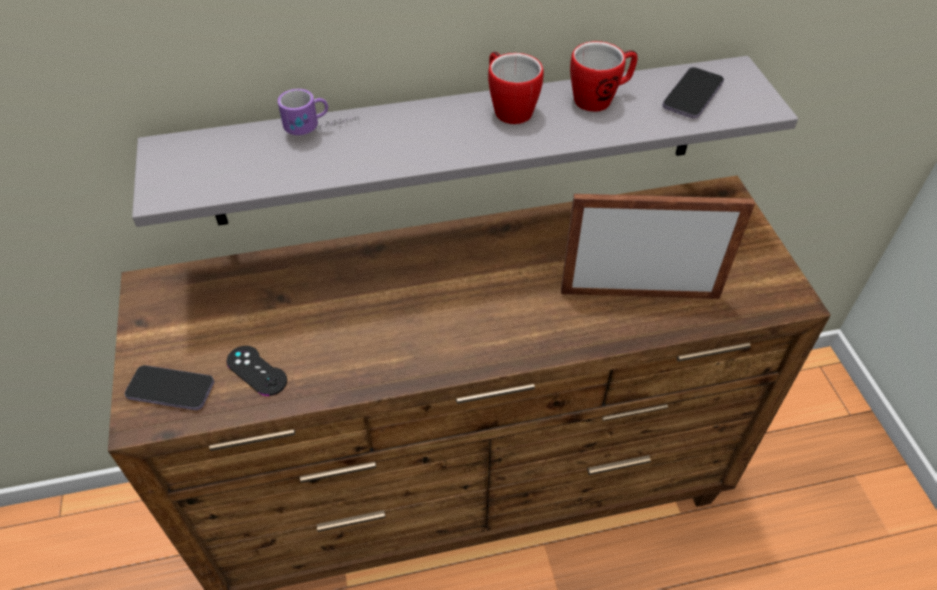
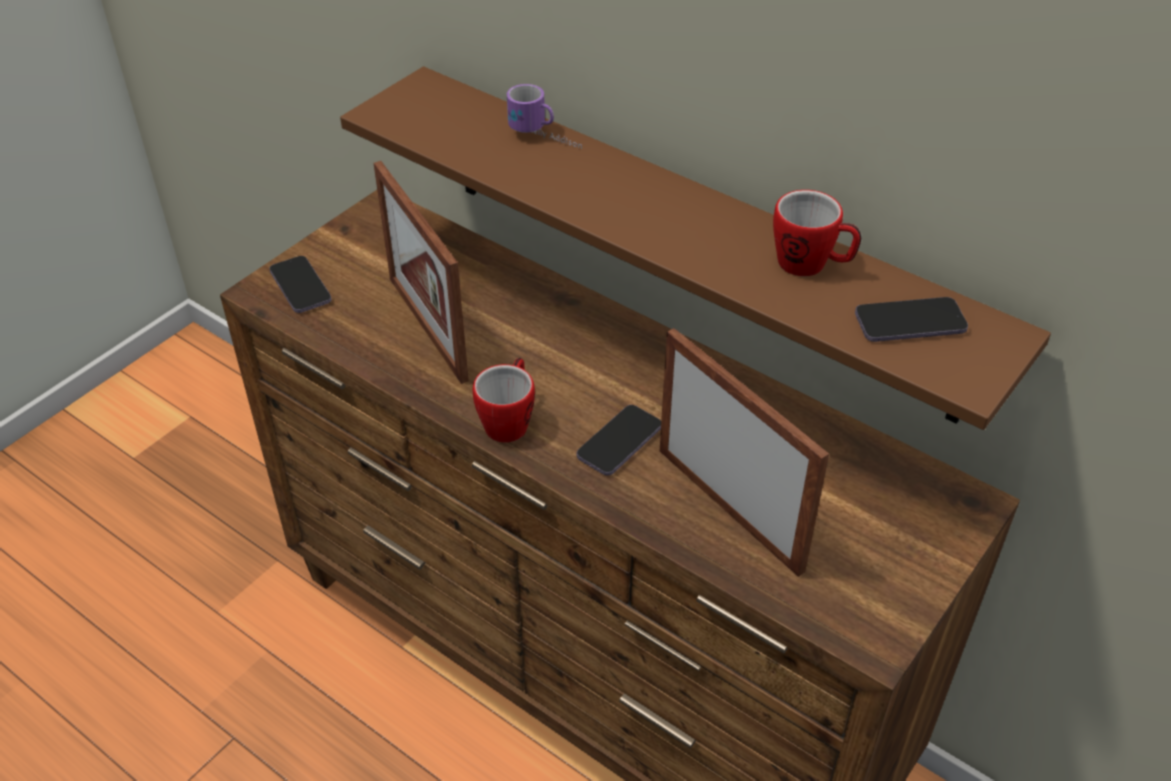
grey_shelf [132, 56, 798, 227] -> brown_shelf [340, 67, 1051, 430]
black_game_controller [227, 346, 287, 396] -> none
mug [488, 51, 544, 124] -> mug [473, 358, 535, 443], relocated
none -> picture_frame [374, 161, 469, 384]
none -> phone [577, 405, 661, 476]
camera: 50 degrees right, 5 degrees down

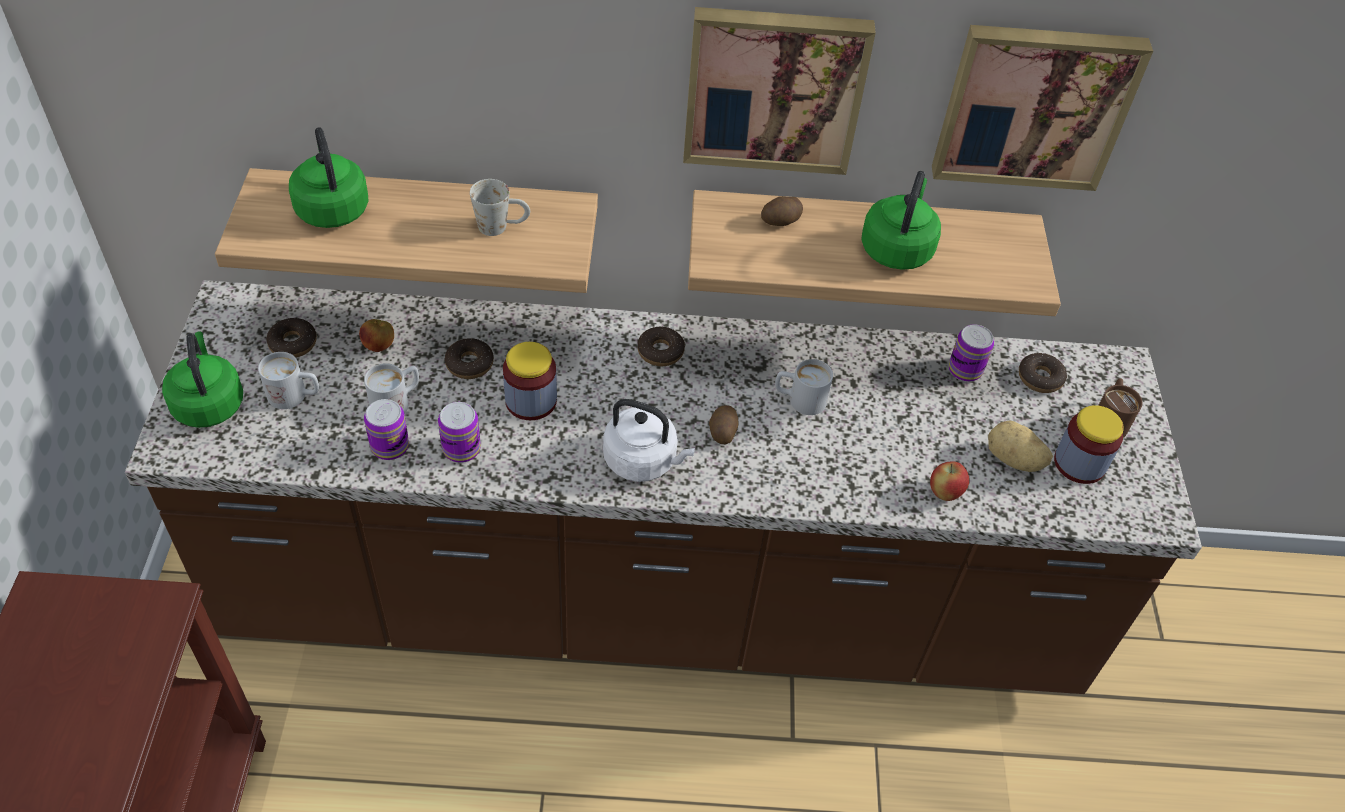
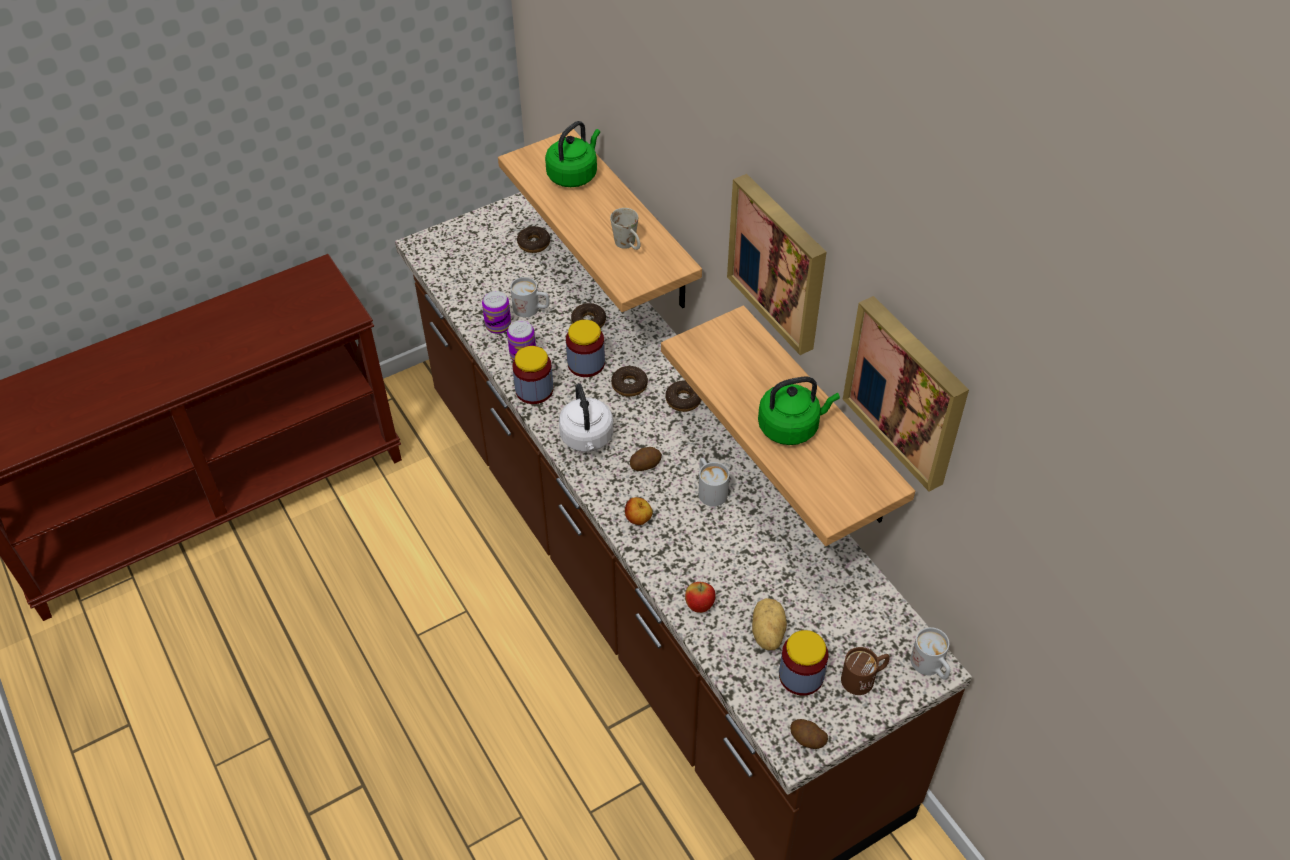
green_kettle [162, 331, 243, 428] -> none
white_mug [258, 352, 319, 409] -> white_mug [910, 627, 950, 680], relocated
apple [359, 319, 394, 352] -> apple [625, 497, 652, 525], relocated
potato [761, 196, 803, 226] -> potato [790, 719, 828, 749], relocated
can [949, 324, 994, 382] -> none
donut [1019, 353, 1067, 393] -> donut [611, 366, 648, 397], relocated
none -> jar [512, 346, 553, 404]
camera: 60 degrees right, 0 degrees up

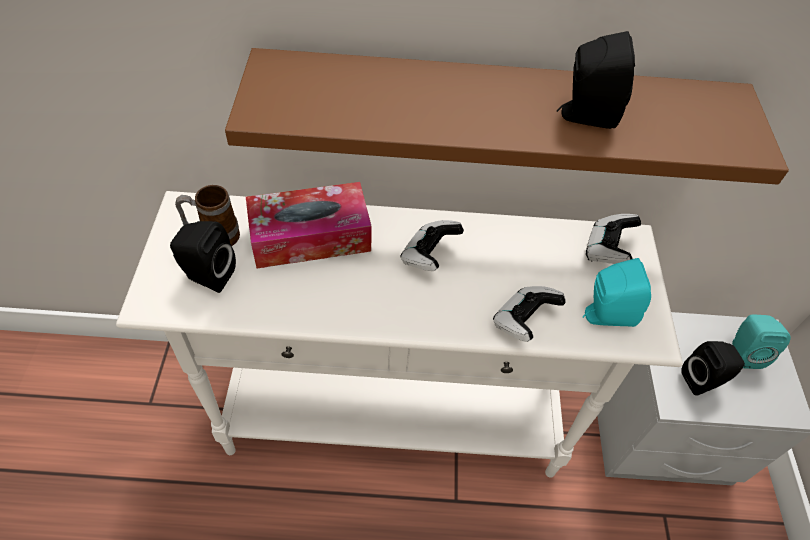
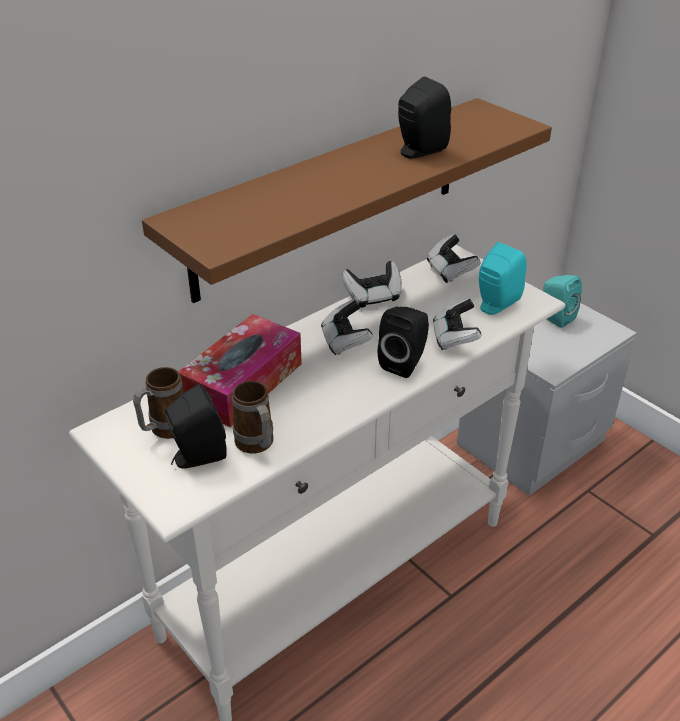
black_speaker [681, 341, 745, 396] -> black_speaker [378, 307, 429, 378], relocated
none -> mug [232, 381, 273, 453]
none -> game_controller [341, 261, 402, 308]
camera: 40 degrees left, 15 degrees down

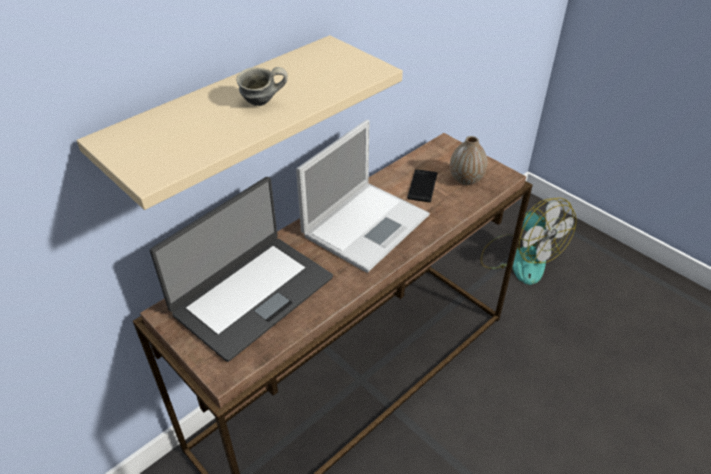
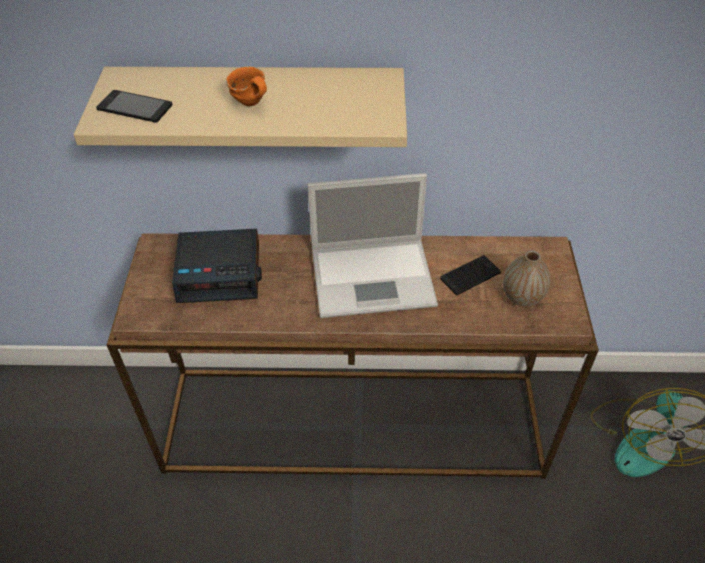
laptop [150, 177, 333, 362] -> alarm_clock [172, 229, 262, 303]
grey_mug [236, 67, 288, 106] -> orange_mug [226, 66, 267, 106]
none -> phone [96, 90, 173, 123]
camera: 45 degrees right, 5 degrees up

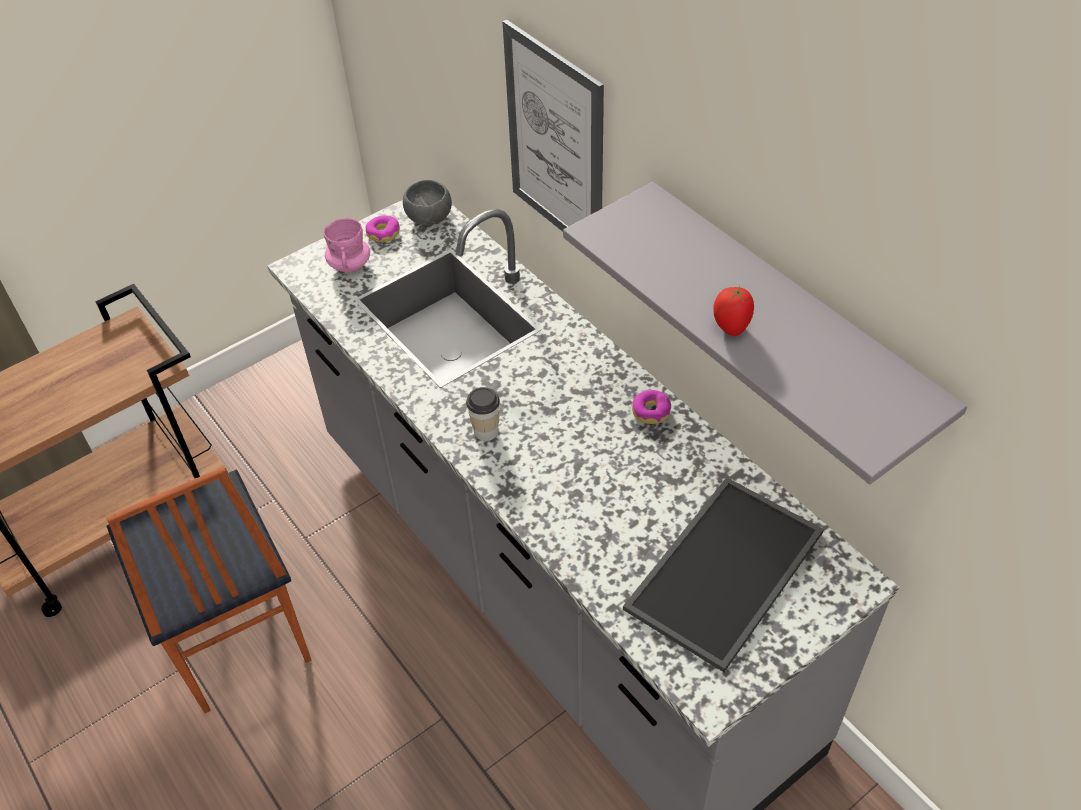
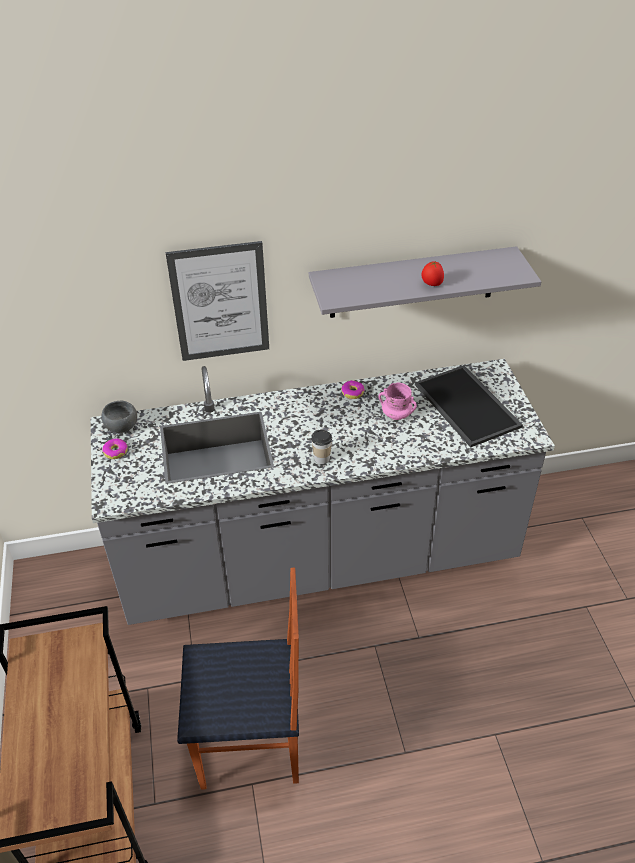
pink_mug [324, 218, 370, 273] -> pink_mug [379, 382, 417, 420], relocated
camera: 65 degrees left, 5 degrees down

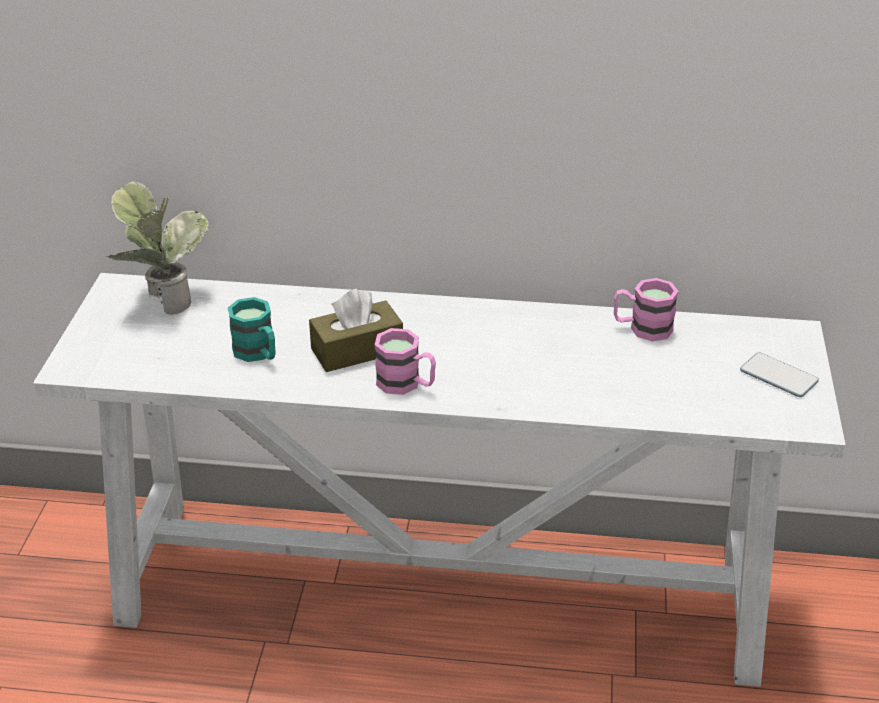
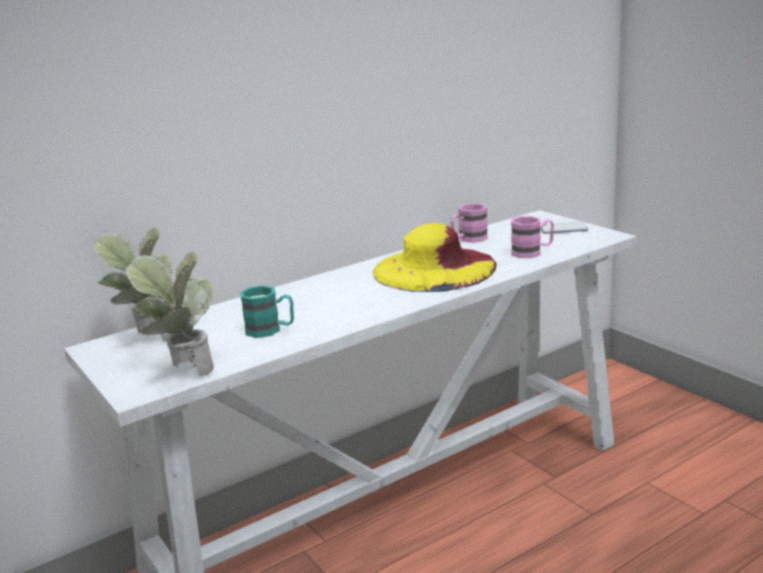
brown_tissue_box [309, 289, 403, 372] -> none
pink_mug [375, 328, 436, 395] -> pink_mug [511, 216, 554, 258], relocated
none -> potted_plant [125, 252, 214, 376]
none -> yellow_hat [373, 223, 496, 292]
camera: 40 degrees left, 15 degrees down

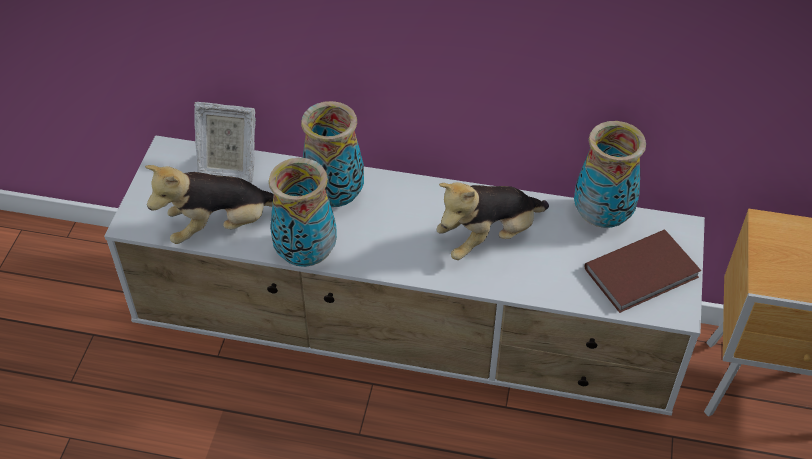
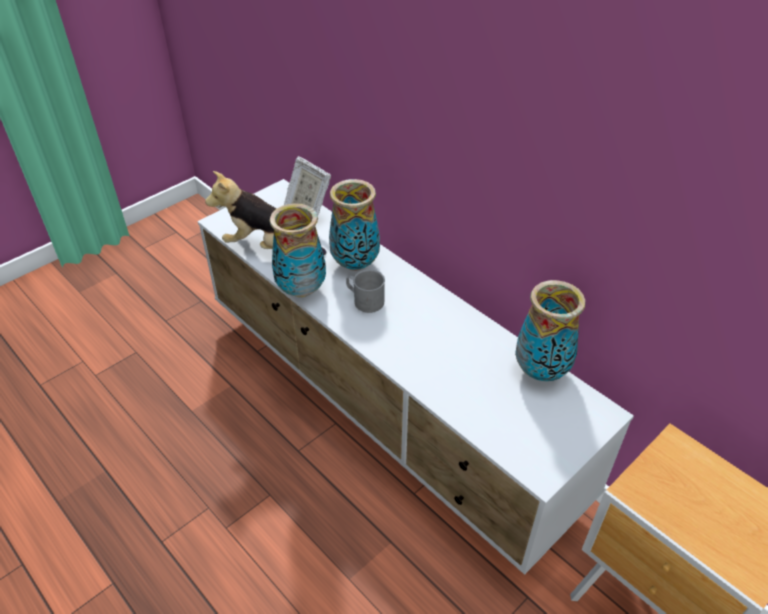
plush_toy [437, 182, 549, 260] -> none
brown_book [585, 229, 701, 313] -> none
none -> grey_mug [346, 270, 385, 313]
camera: 35 degrees right, 5 degrees down

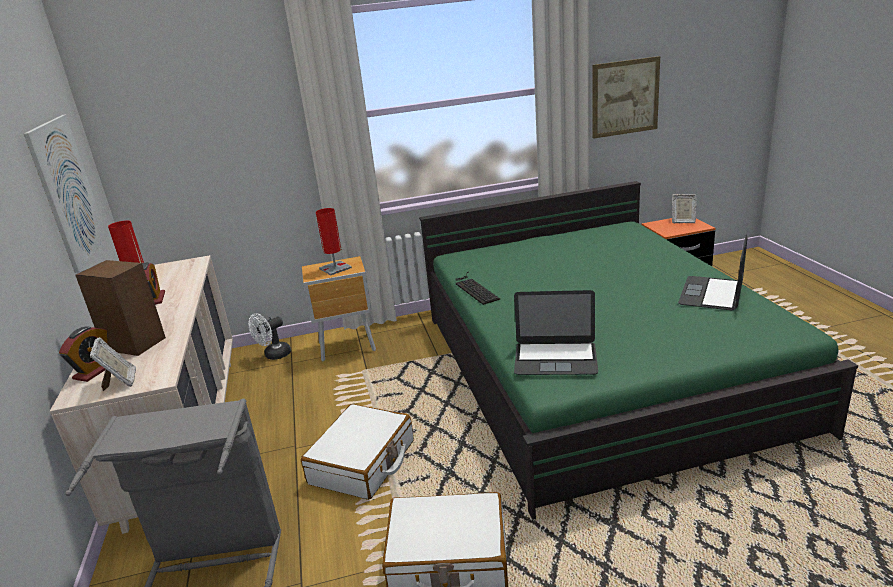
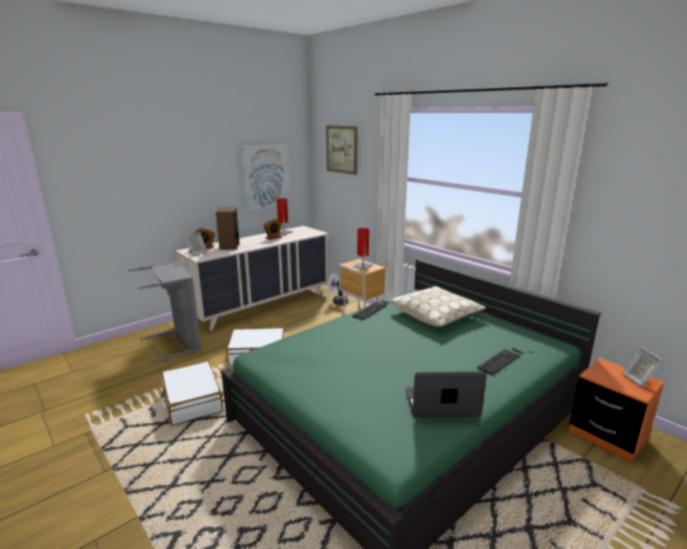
laptop [514, 290, 598, 375] -> none
picture [593, 56, 660, 138] -> picture [326, 125, 358, 175], relocated
none -> beige_pillow [389, 286, 486, 327]
none -> keyboard [477, 348, 533, 376]
camera: 60 degrees right, 5 degrees down

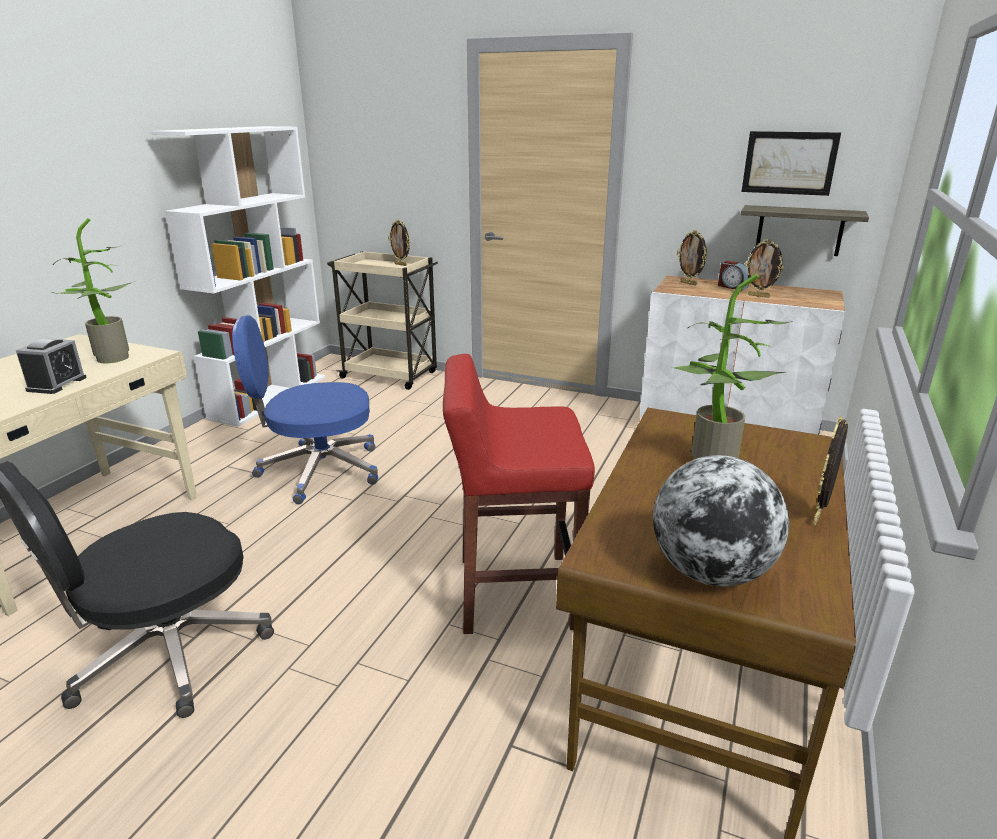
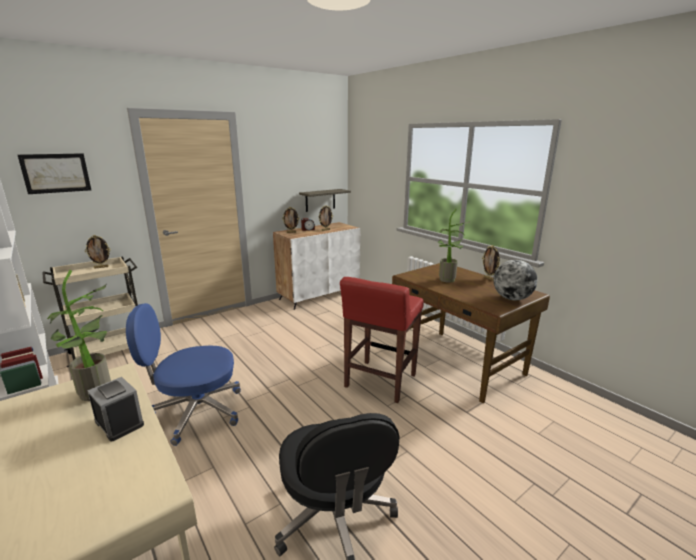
blue_office_chair [232, 315, 378, 504] -> blue_office_chair [126, 303, 241, 446], 60 degrees clockwise
picture [741, 131, 841, 196] -> picture [18, 153, 91, 194], relocated
camera: 60 degrees left, 5 degrees down

